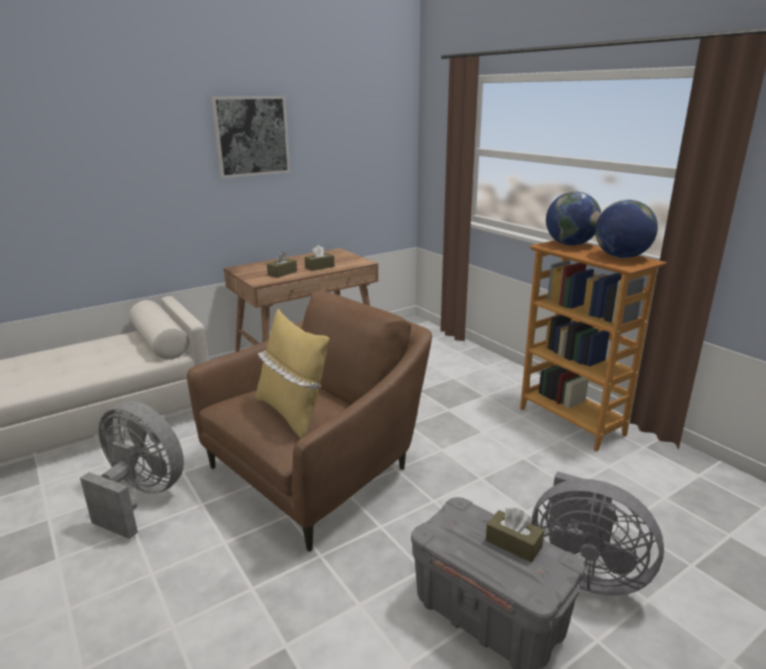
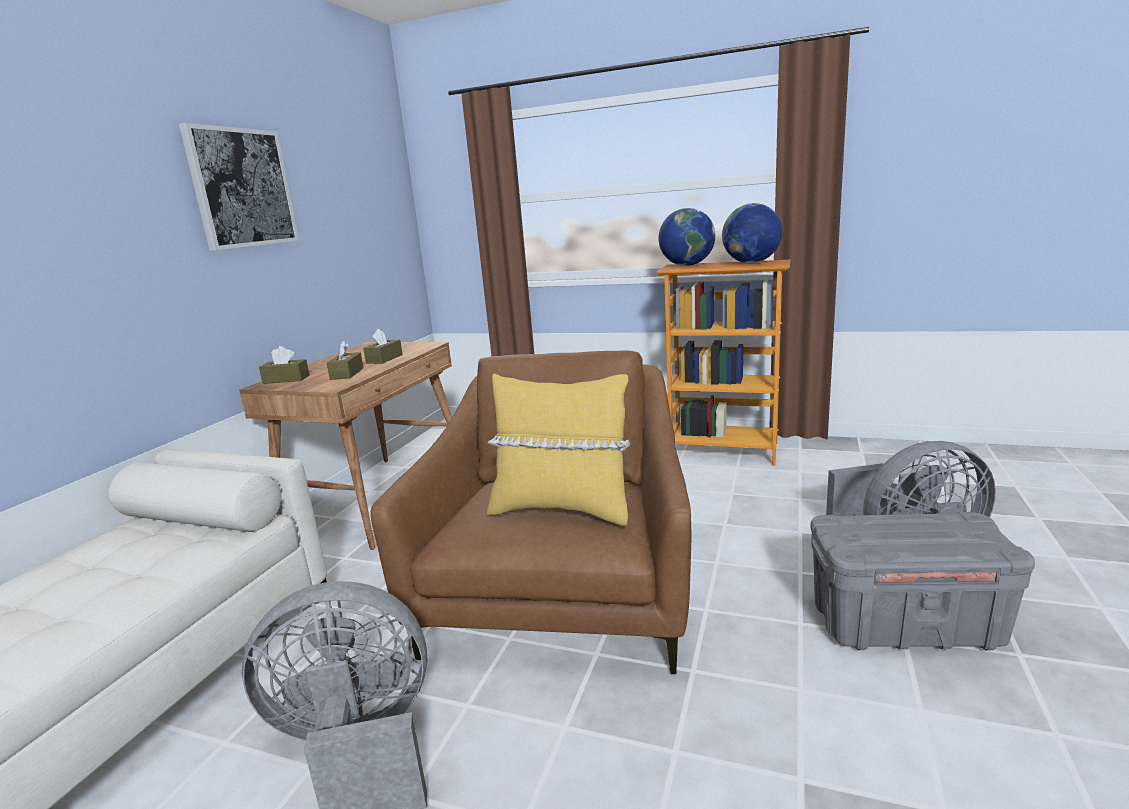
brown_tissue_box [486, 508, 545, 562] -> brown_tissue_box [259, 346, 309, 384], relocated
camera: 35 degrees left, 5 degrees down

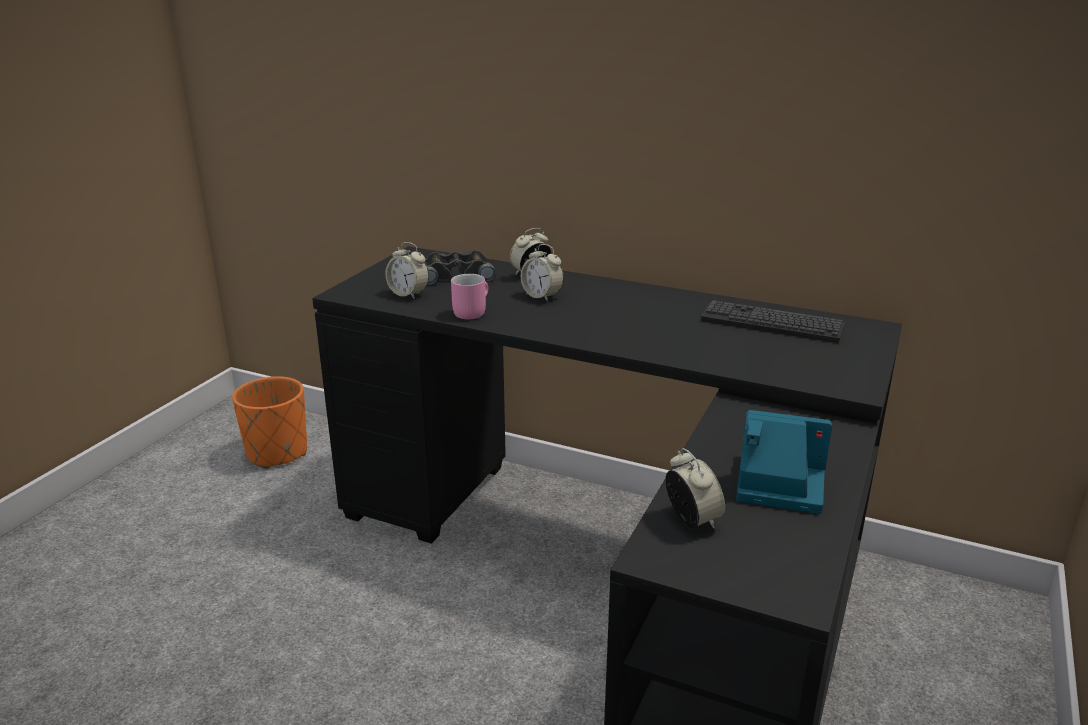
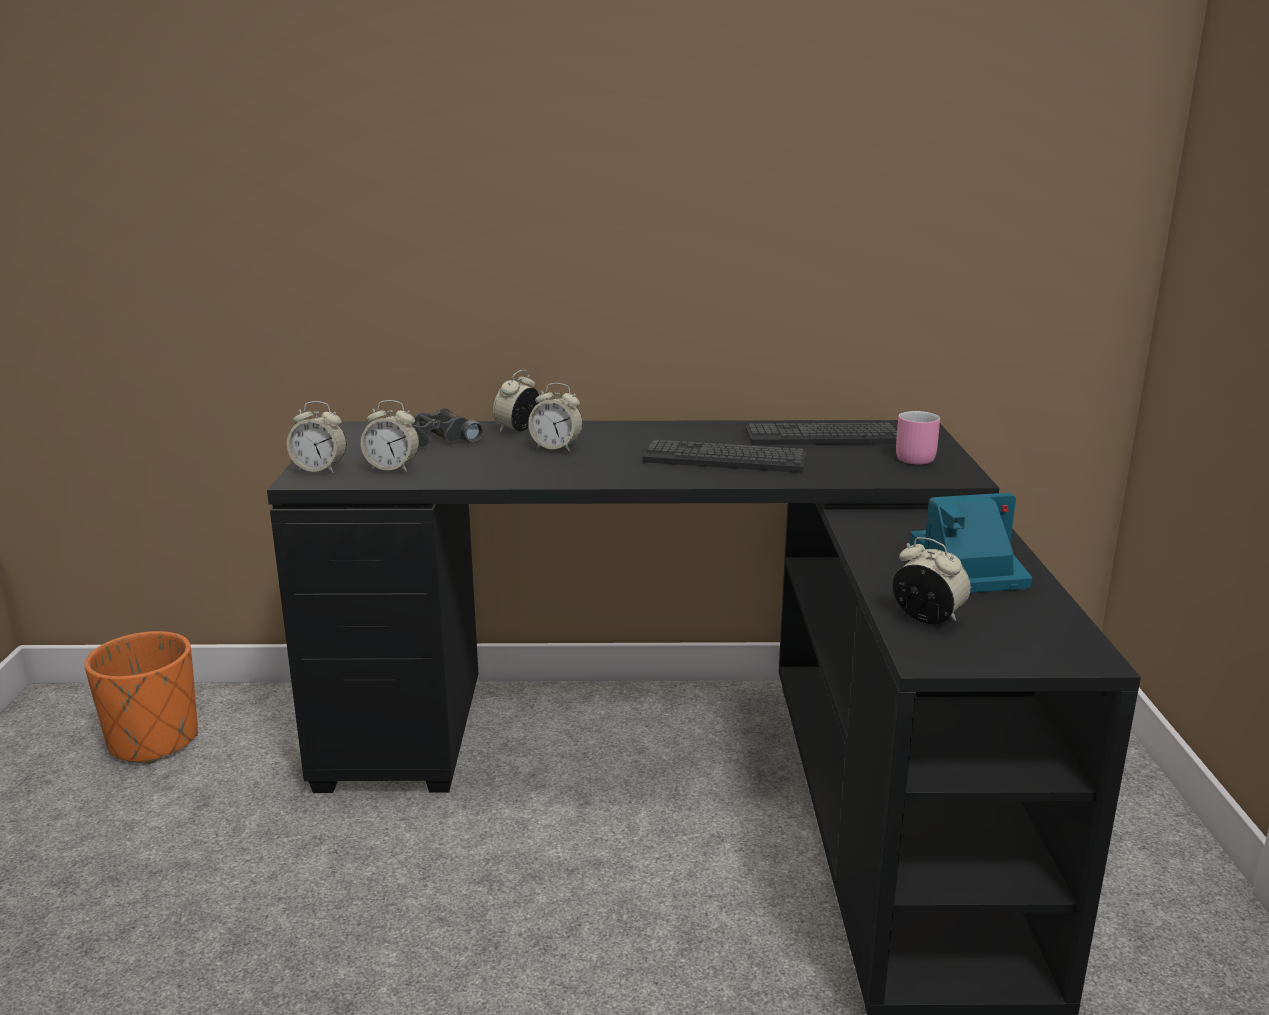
pink_mug [451, 274, 488, 319] -> pink_mug [896, 411, 940, 464], relocated
none -> alarm_clock [287, 401, 347, 473]
none -> keyboard [643, 440, 806, 473]
camera: 25 degrees left, 5 degrees down

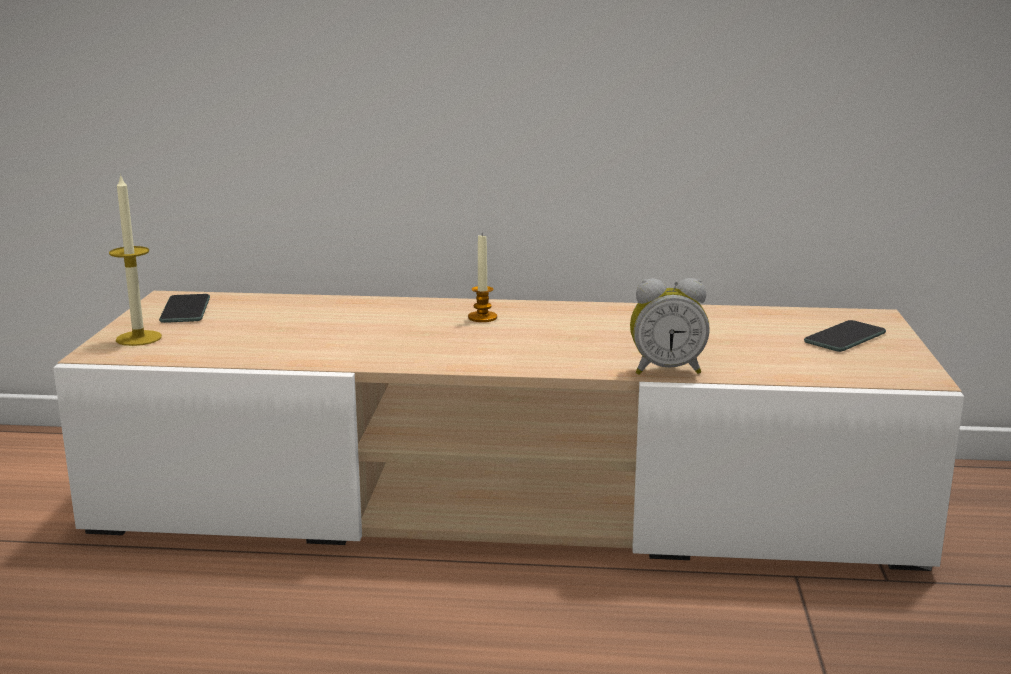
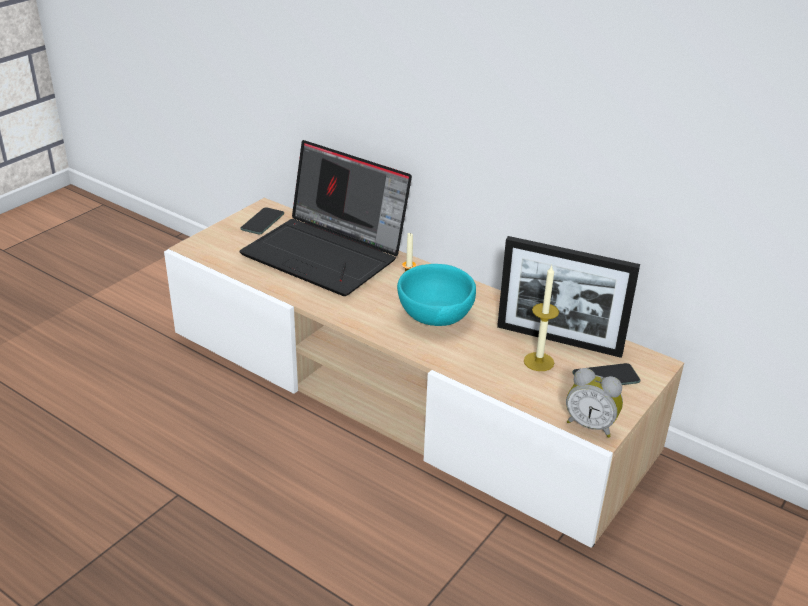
candle [109, 174, 162, 346] -> candle [524, 265, 559, 371], relocated
alarm_clock [630, 278, 710, 375] -> alarm_clock [566, 368, 623, 438], relocated
none -> laptop [239, 140, 412, 296]
none -> turquoise_bowl [397, 264, 476, 326]
none -> picture_frame [497, 236, 640, 358]
camera: 30 degrees right, 15 degrees up

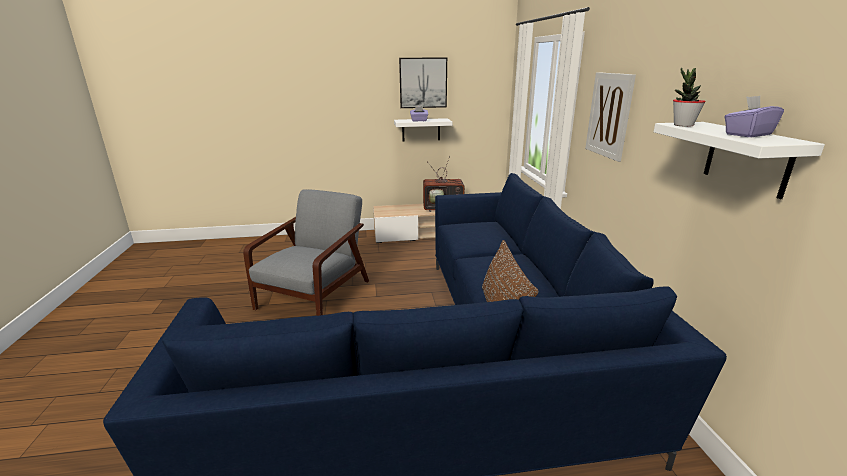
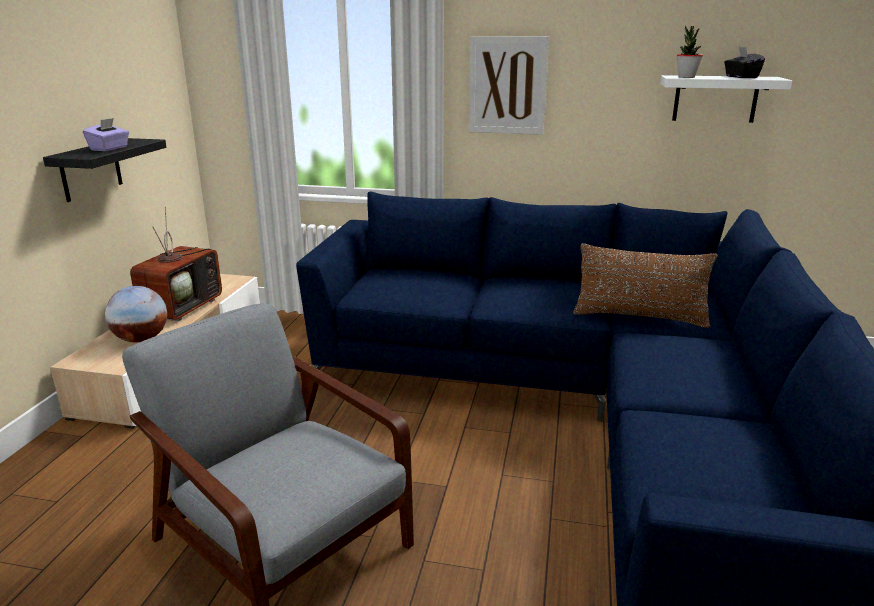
white_shelf [394, 118, 452, 141] -> black_shelf [43, 138, 166, 202]
picture [399, 57, 447, 108] -> none
purple_tissue_box [724, 96, 784, 137] -> black_tissue_box [724, 47, 765, 78]
none -> globe [105, 286, 167, 342]
camera: 70 degrees left, 0 degrees up

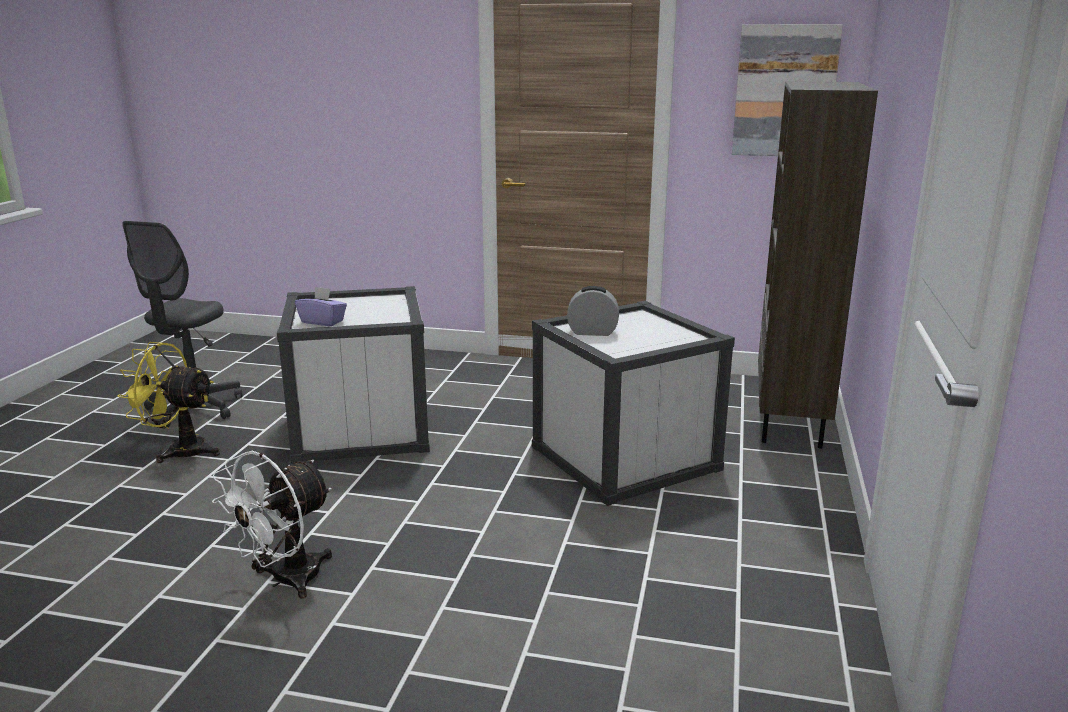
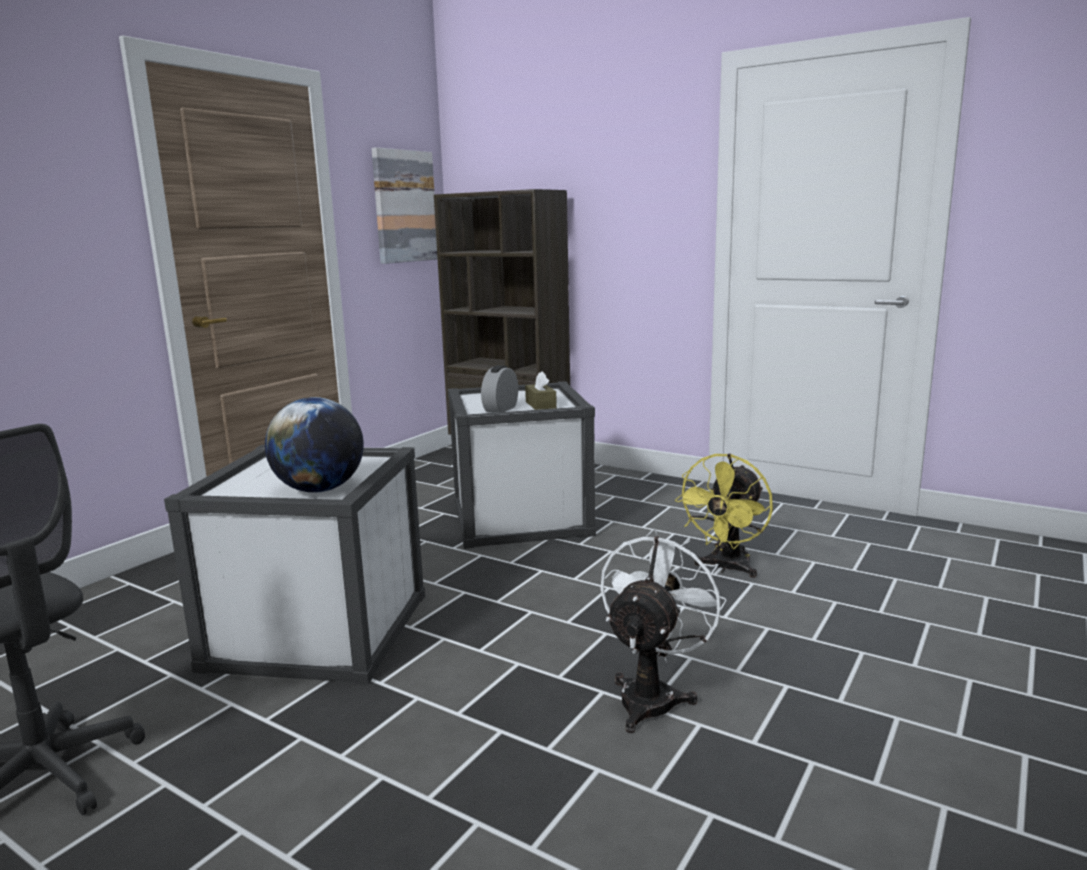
yellow_fan [118, 342, 220, 463] -> yellow_fan [675, 453, 773, 578], relocated
white_fan [212, 451, 332, 599] -> white_fan [600, 529, 727, 733], 120 degrees counterclockwise
purple_tissue_box [295, 287, 347, 326] -> globe [265, 397, 364, 493]
none -> brown_tissue_box [525, 371, 557, 410]
camera: 70 degrees left, 5 degrees down

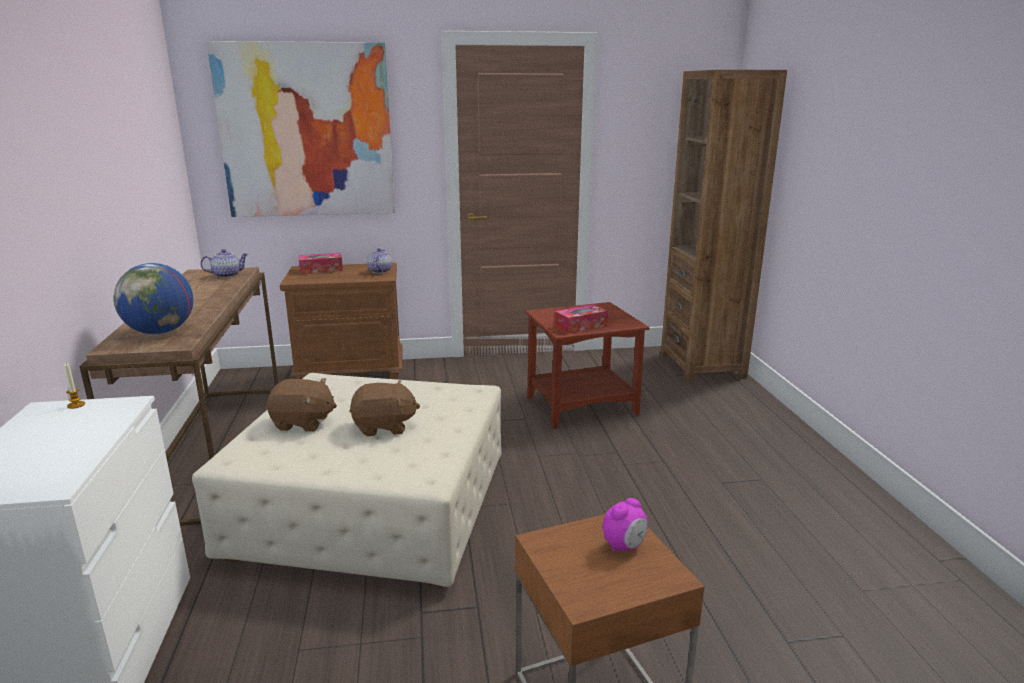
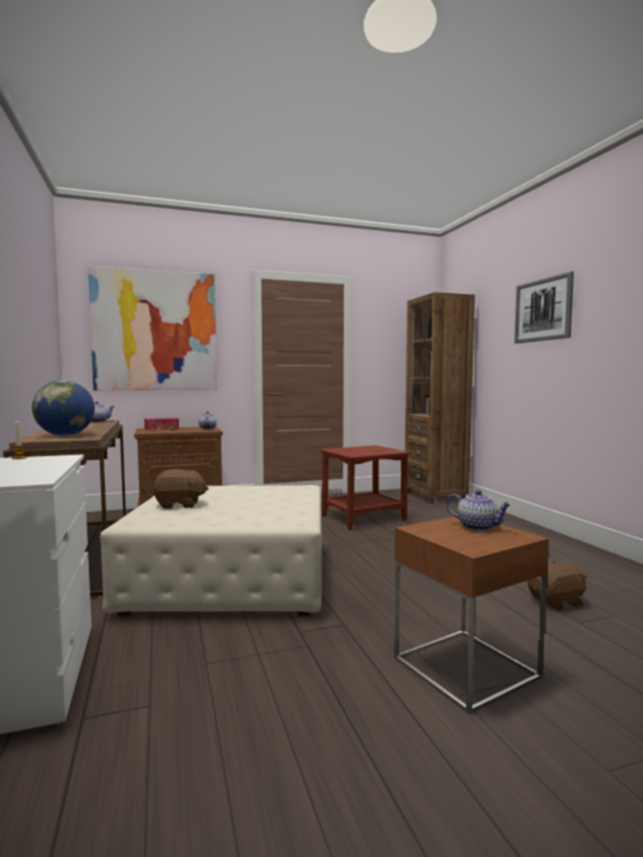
brown_plush_toy [349, 380, 420, 436] -> brown_plush_toy [527, 561, 588, 610], relocated
tissue_box [555, 304, 608, 334] -> none
alarm_clock [603, 498, 648, 552] -> teapot [447, 490, 512, 531]
none -> picture [515, 271, 574, 344]
camera: 10 degrees left, 15 degrees down

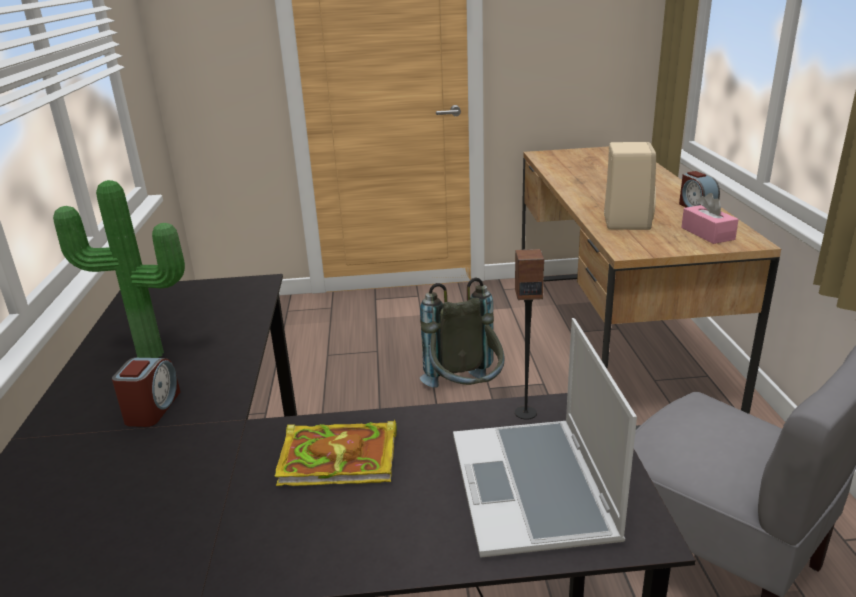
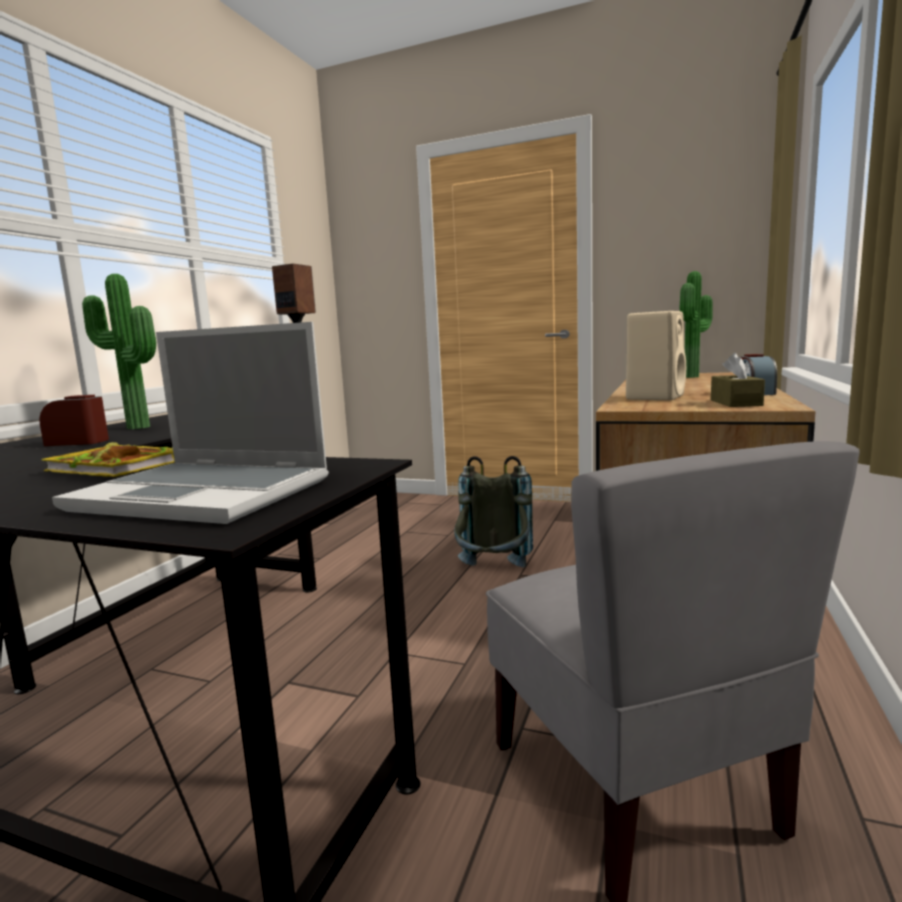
alarm_clock [112, 358, 180, 427] -> alarm_clock [39, 395, 109, 446], 120 degrees counterclockwise
laptop [453, 318, 637, 558] -> laptop [52, 322, 329, 524], 90 degrees counterclockwise
pink_tissue_box [681, 193, 739, 244] -> brown_tissue_box [711, 353, 765, 407]
none -> potted_plant [680, 271, 713, 378]
camera: 25 degrees right, 15 degrees down

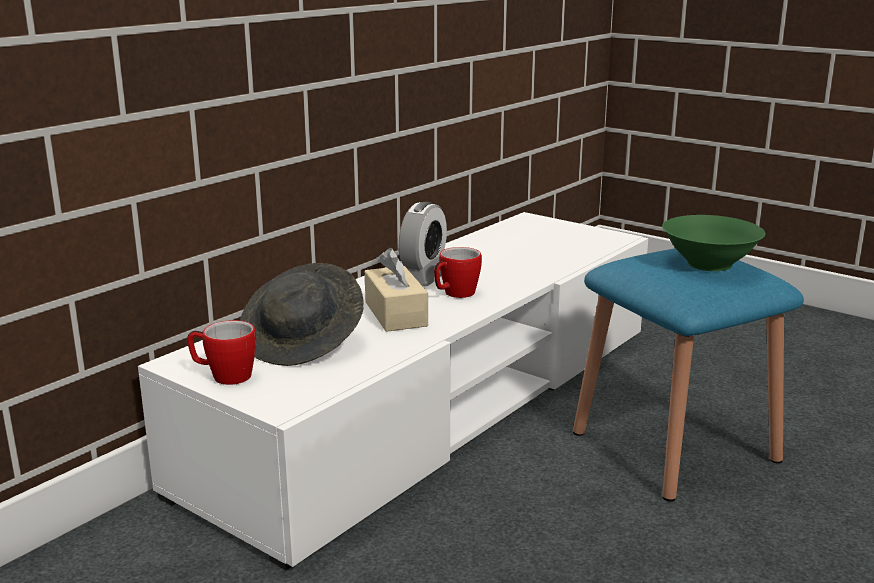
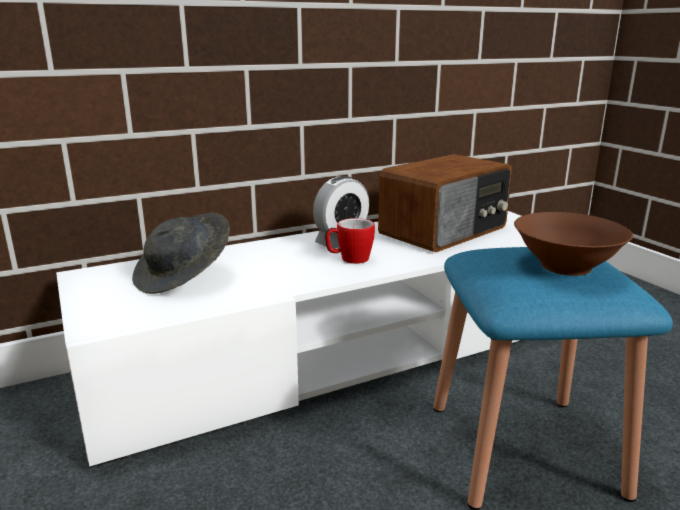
mug [187, 320, 256, 385] -> none
beige_tissue_box [365, 248, 428, 332] -> none
green_bowl [662, 215, 766, 271] -> brown_bowl [514, 212, 633, 276]
none -> radio [378, 154, 512, 252]
camera: 25 degrees right, 0 degrees up

